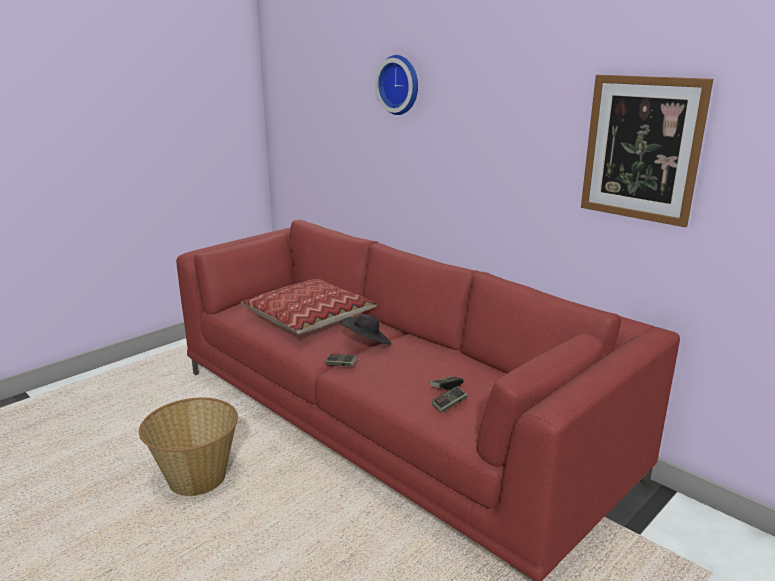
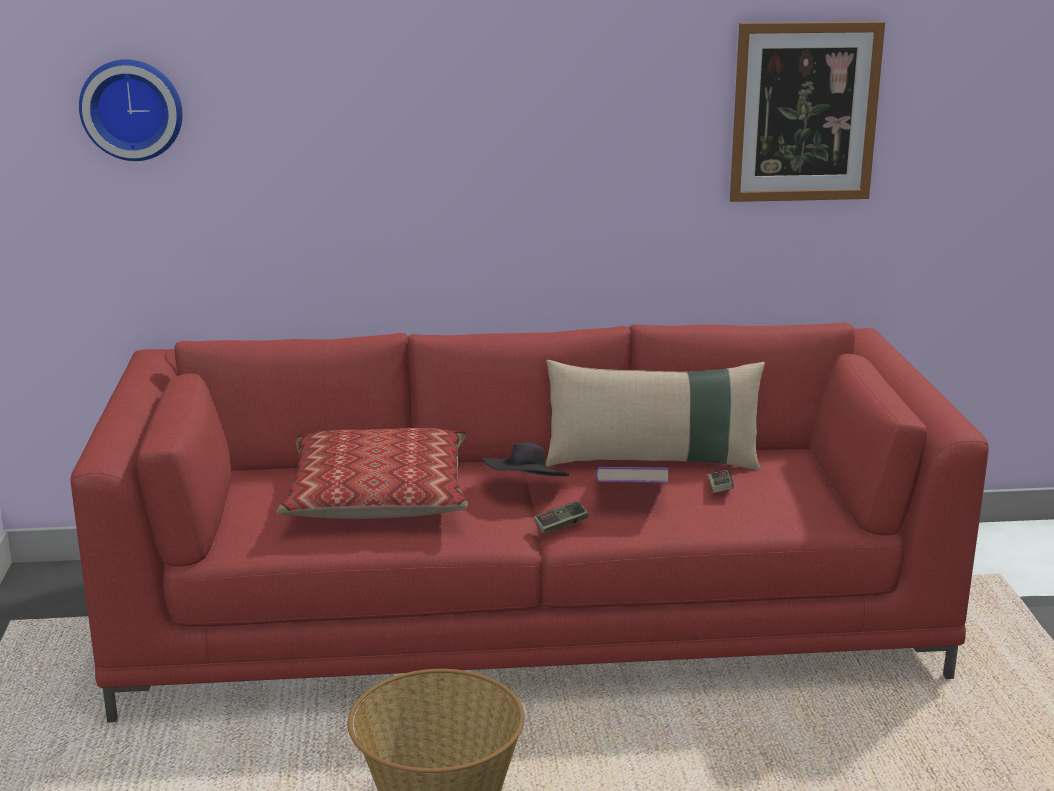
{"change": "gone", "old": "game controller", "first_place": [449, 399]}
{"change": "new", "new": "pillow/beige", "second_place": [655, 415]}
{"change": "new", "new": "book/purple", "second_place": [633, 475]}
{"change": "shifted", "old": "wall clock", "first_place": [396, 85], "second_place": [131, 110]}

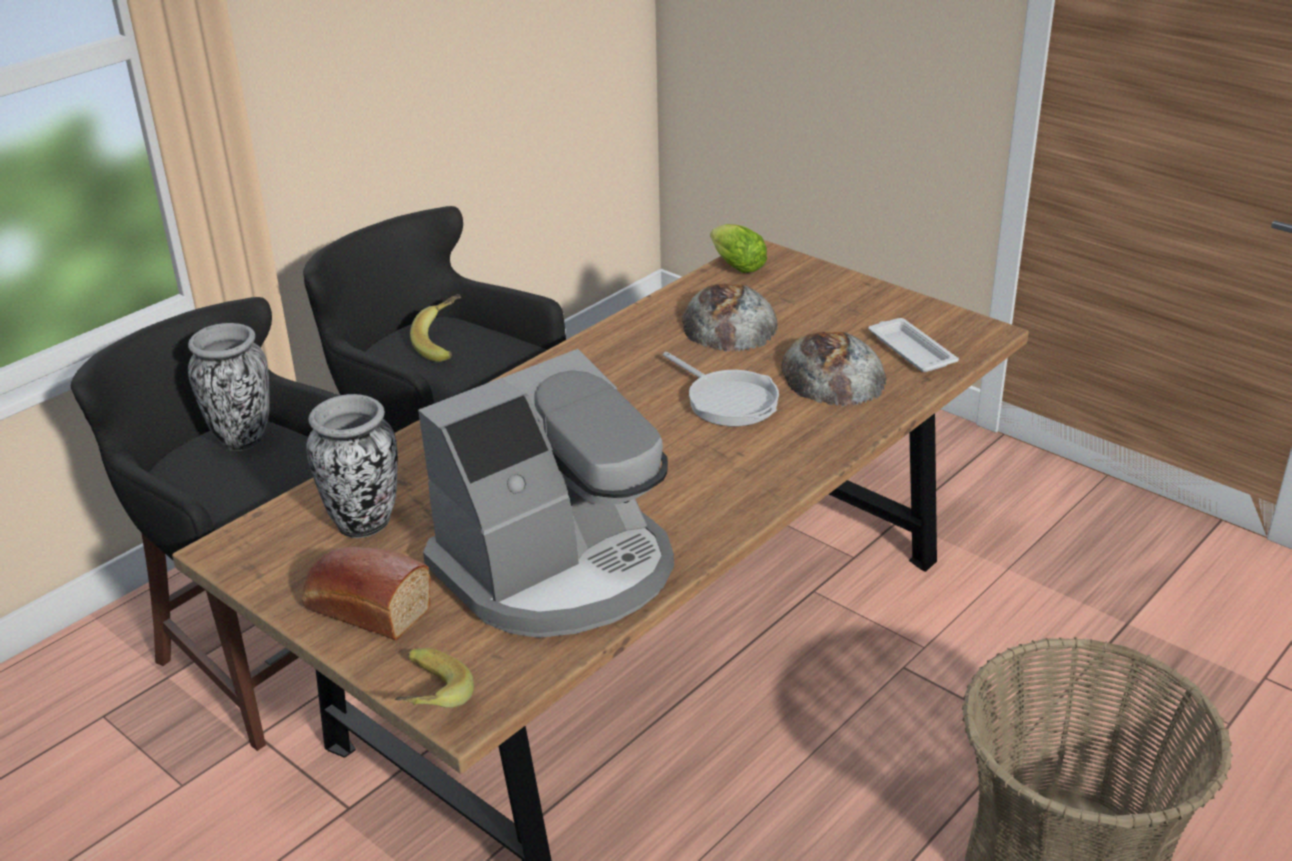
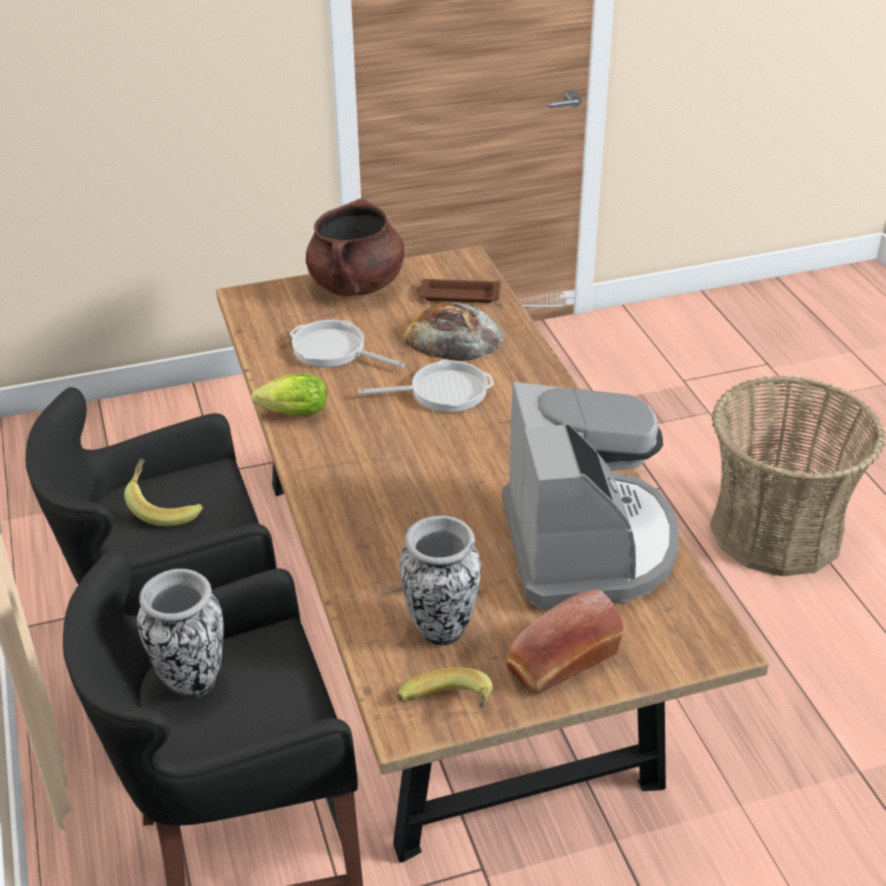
{"change": "new", "new": "cooking pot/brown", "second_place": [355, 247]}
{"change": "shifted", "old": "banana", "first_place": [434, 678], "second_place": [445, 687]}
{"change": "shifted", "old": "lettuce", "first_place": [738, 248], "second_place": [289, 394]}
{"change": "swapped", "old": "bread", "new": "frying pan", "first_place": [730, 318], "second_place": [347, 344]}
{"change": "repainted", "old": "tray/white", "new": "tray/brown", "first_place": [913, 345], "second_place": [458, 291]}

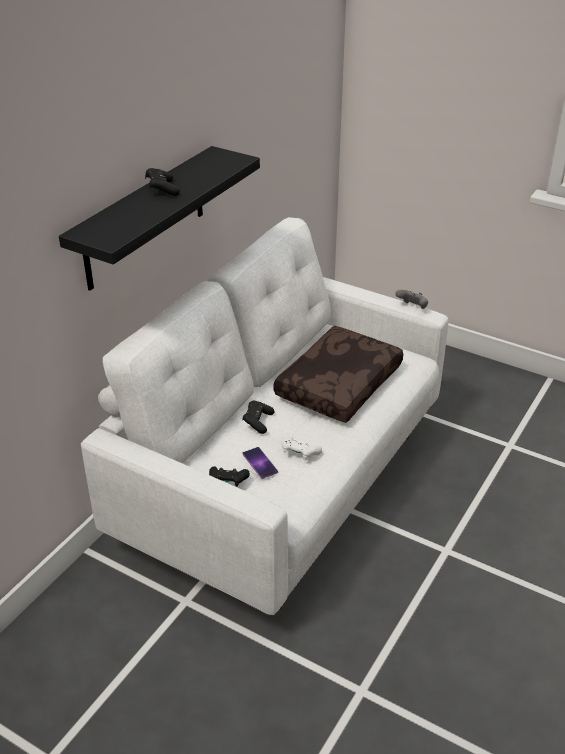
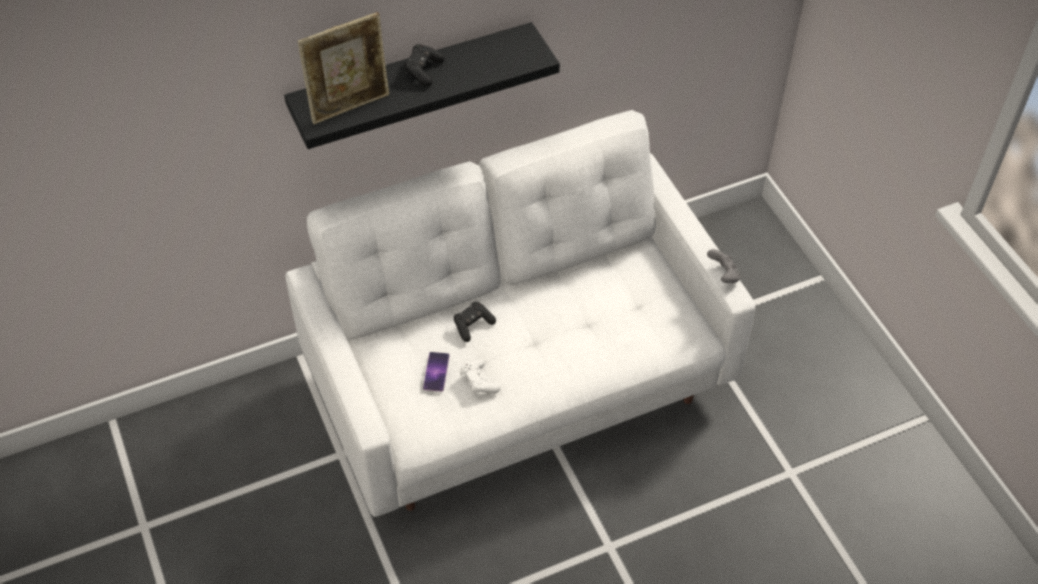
{"change": "gone", "old": "game controller/black", "first_place": [229, 476]}
{"change": "gone", "old": "pillow/brown", "first_place": [338, 374]}
{"change": "new", "new": "picture frame", "second_place": [343, 68]}

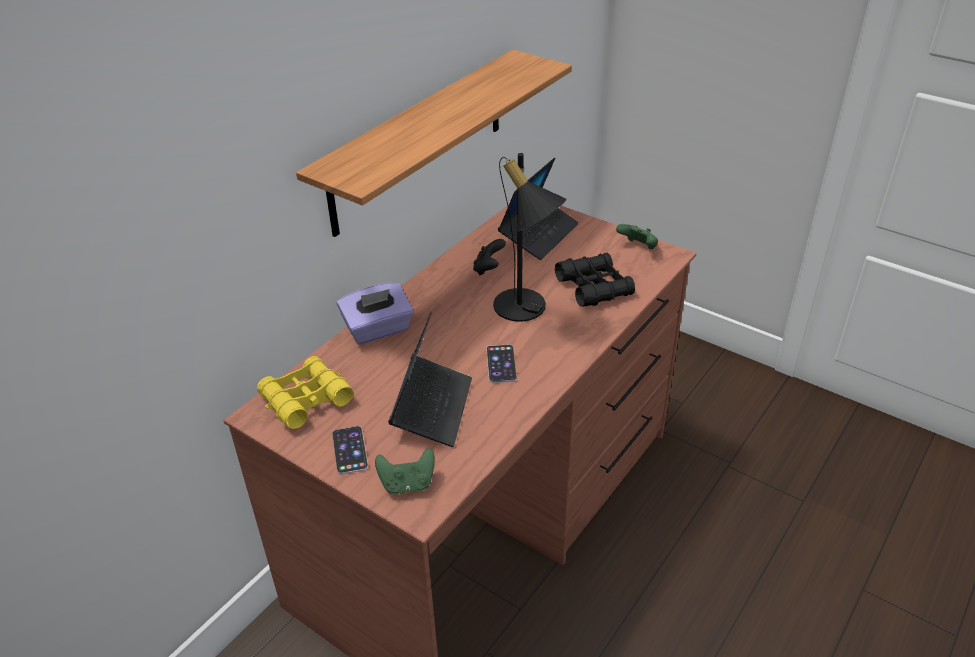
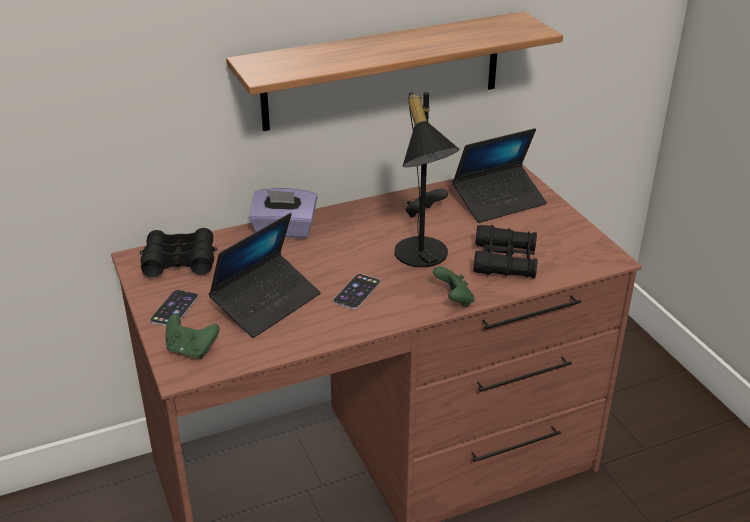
{"change": "shifted", "old": "game controller/green", "first_place": [637, 236], "second_place": [454, 286]}
{"change": "repainted", "old": "binoculars/yellow", "new": "binoculars/black", "first_place": [305, 392], "second_place": [179, 252]}

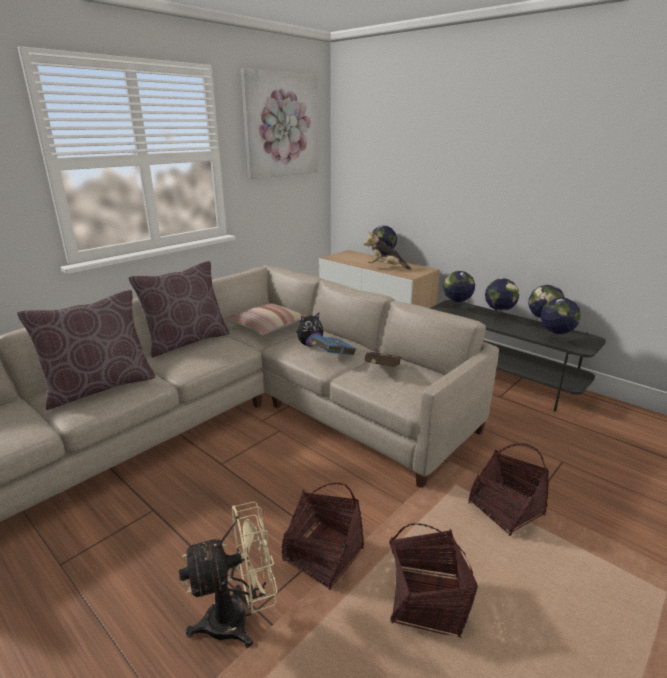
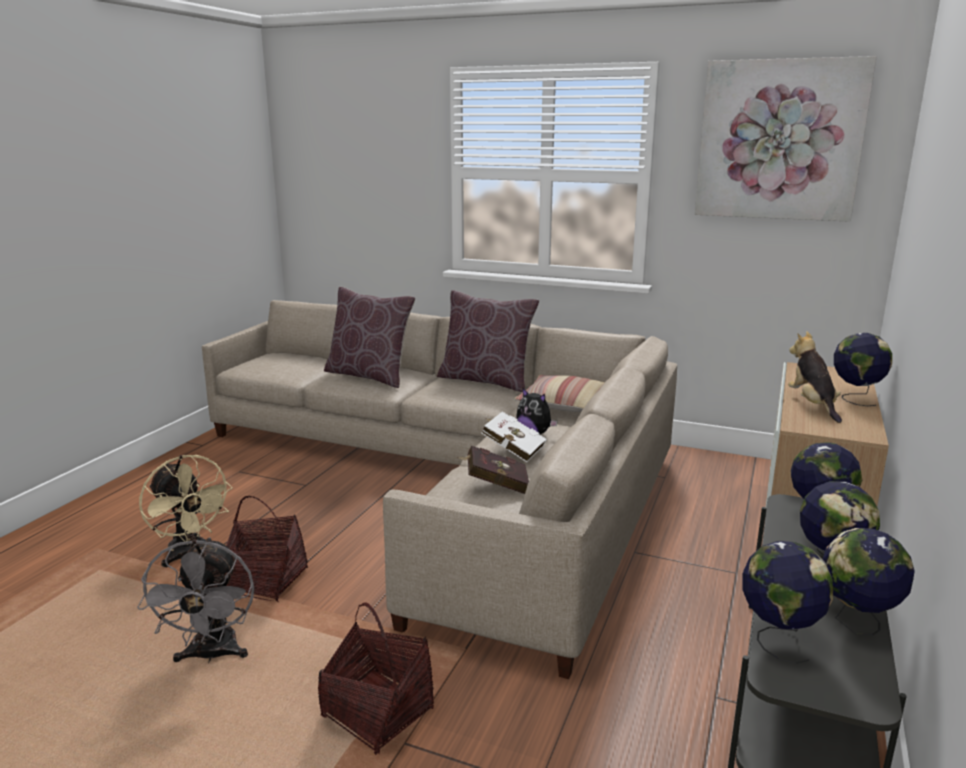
{"change": "swapped", "old": "basket", "new": "fan/grey", "first_place": [433, 580], "second_place": [196, 600]}
{"change": "repainted", "old": "book/blue", "new": "book/white", "first_place": [333, 345], "second_place": [514, 437]}

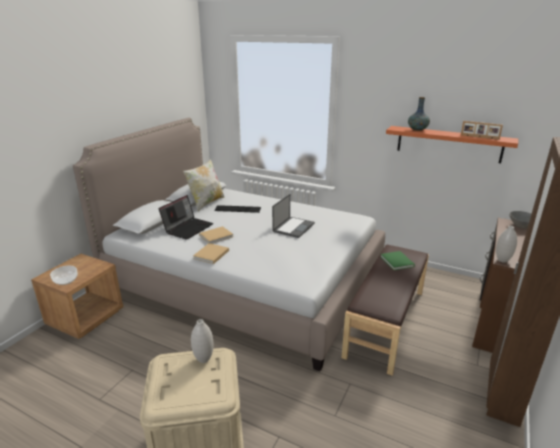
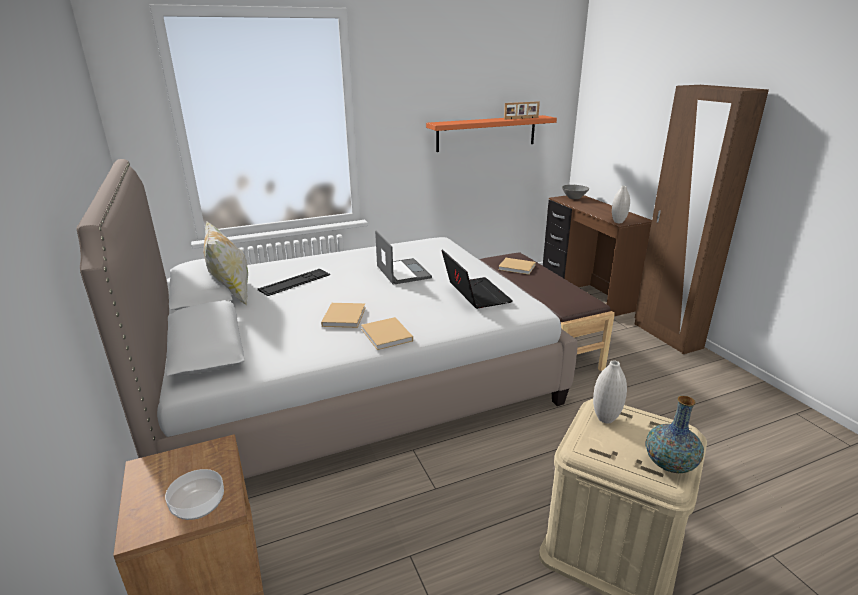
{"change": "shifted", "old": "laptop", "first_place": [186, 217], "second_place": [477, 279]}
{"change": "shifted", "old": "vase", "first_place": [419, 114], "second_place": [675, 434]}
{"change": "repainted", "old": "book/green", "new": "book/beige", "first_place": [397, 260], "second_place": [517, 266]}

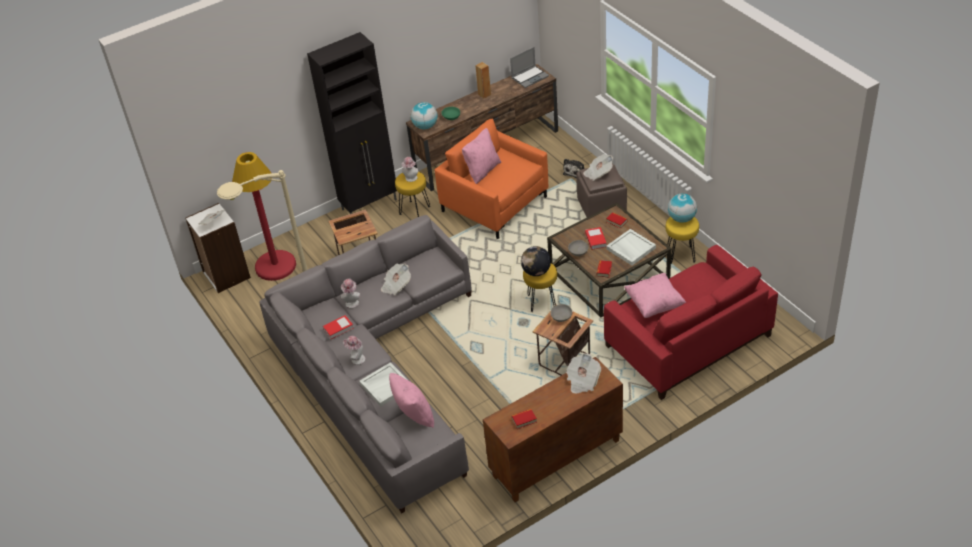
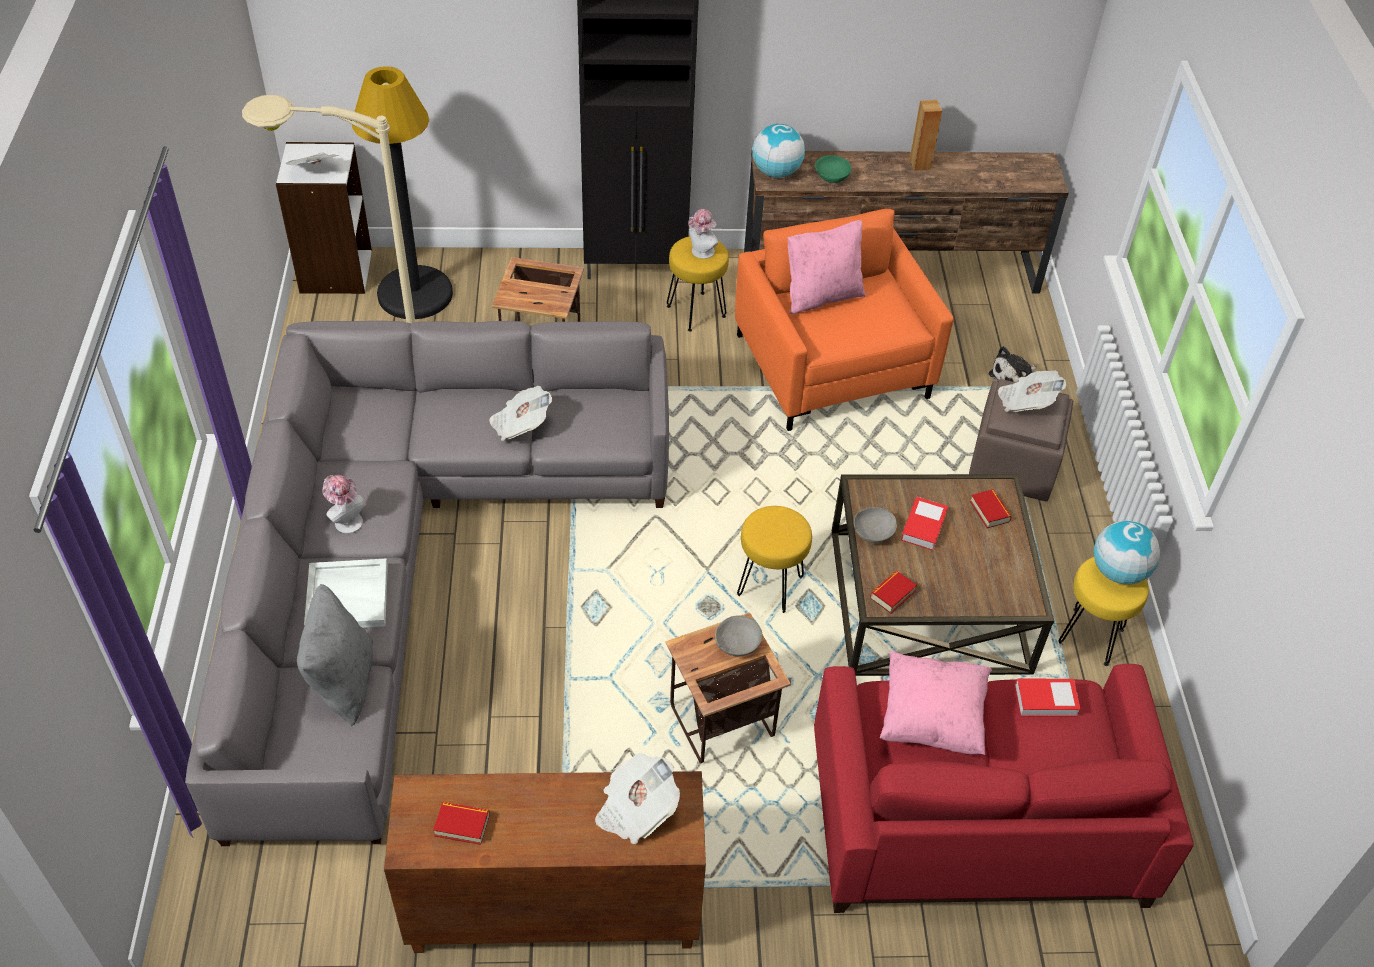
{"change": "gone", "old": "hat", "first_place": [350, 293]}
{"change": "gone", "old": "laptop", "first_place": [529, 67]}
{"change": "gone", "old": "globe", "first_place": [536, 261]}
{"change": "gone", "old": "tray/white", "first_place": [631, 247]}
{"change": "shifted", "old": "book", "first_place": [338, 327], "second_place": [1048, 697]}
{"change": "repainted", "old": "floor lamp/red", "new": "floor lamp/black", "first_place": [264, 216], "second_place": [402, 192]}
{"change": "repainted", "old": "pillow/pink", "new": "pillow/grey", "first_place": [411, 400], "second_place": [335, 655]}

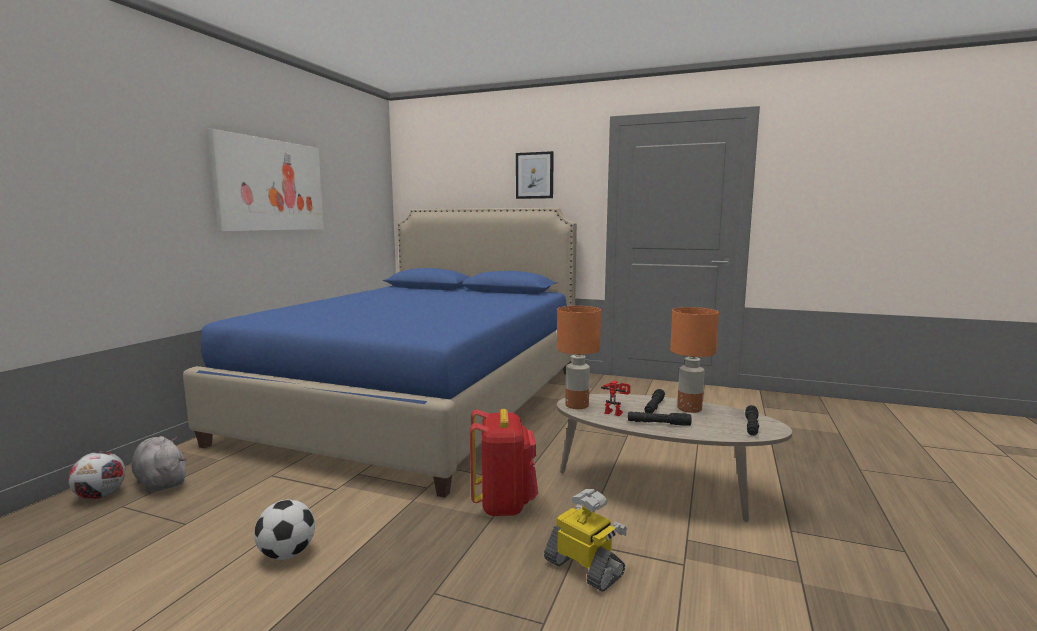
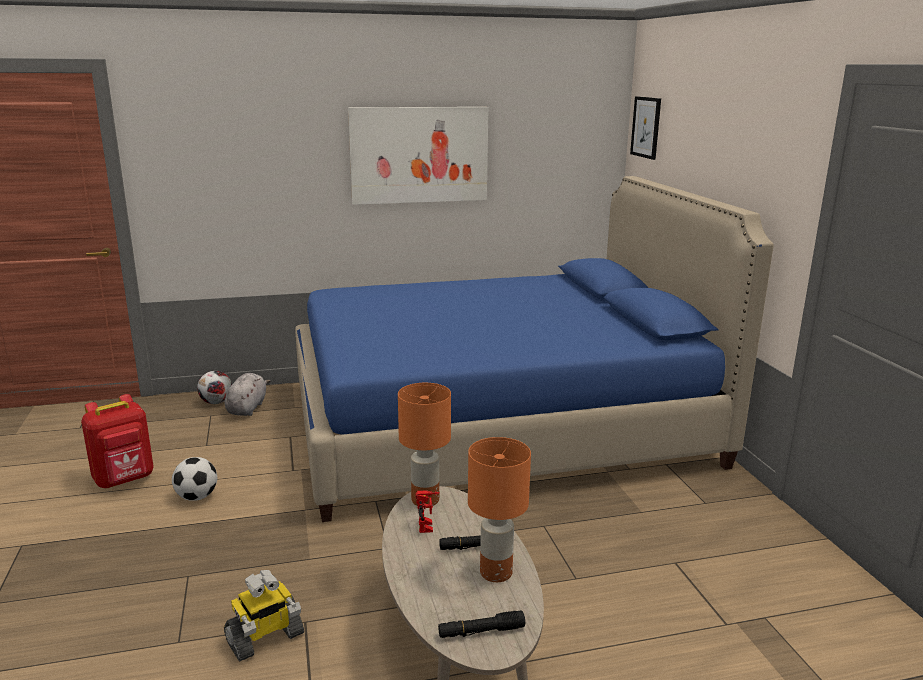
{"change": "gone", "old": "flashlight/black", "first_place": [660, 419]}
{"change": "shifted", "old": "backpack/red", "first_place": [504, 462], "second_place": [117, 441]}
{"change": "shifted", "old": "picture", "first_place": [535, 175], "second_place": [645, 128]}
{"change": "rotated", "old": "toy robot", "first_place": [585, 540], "second_place": [264, 616], "degrees": 45}

